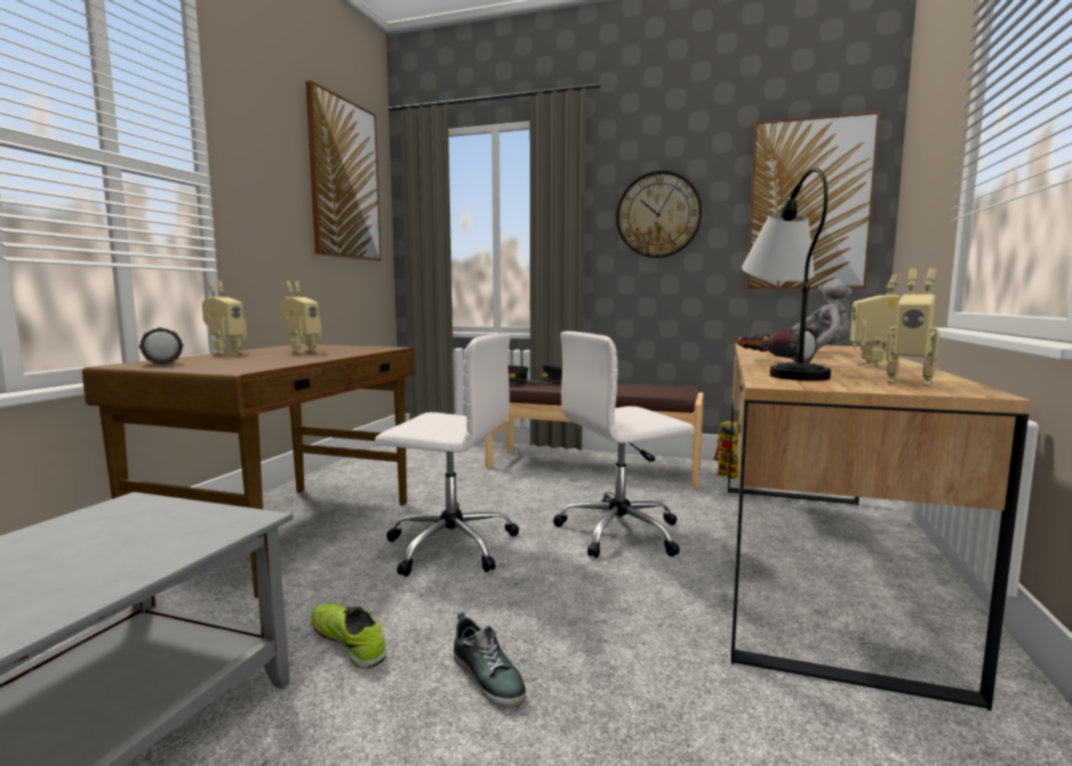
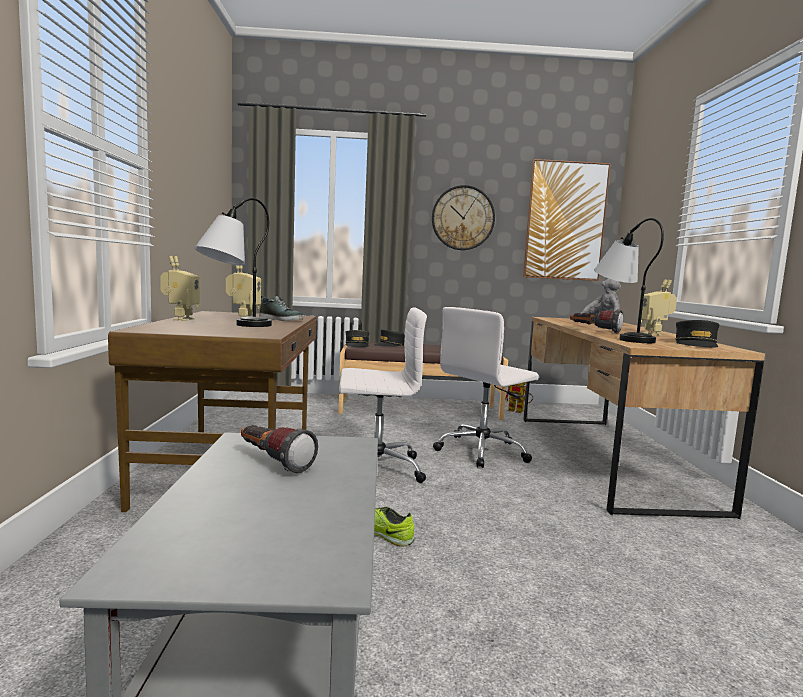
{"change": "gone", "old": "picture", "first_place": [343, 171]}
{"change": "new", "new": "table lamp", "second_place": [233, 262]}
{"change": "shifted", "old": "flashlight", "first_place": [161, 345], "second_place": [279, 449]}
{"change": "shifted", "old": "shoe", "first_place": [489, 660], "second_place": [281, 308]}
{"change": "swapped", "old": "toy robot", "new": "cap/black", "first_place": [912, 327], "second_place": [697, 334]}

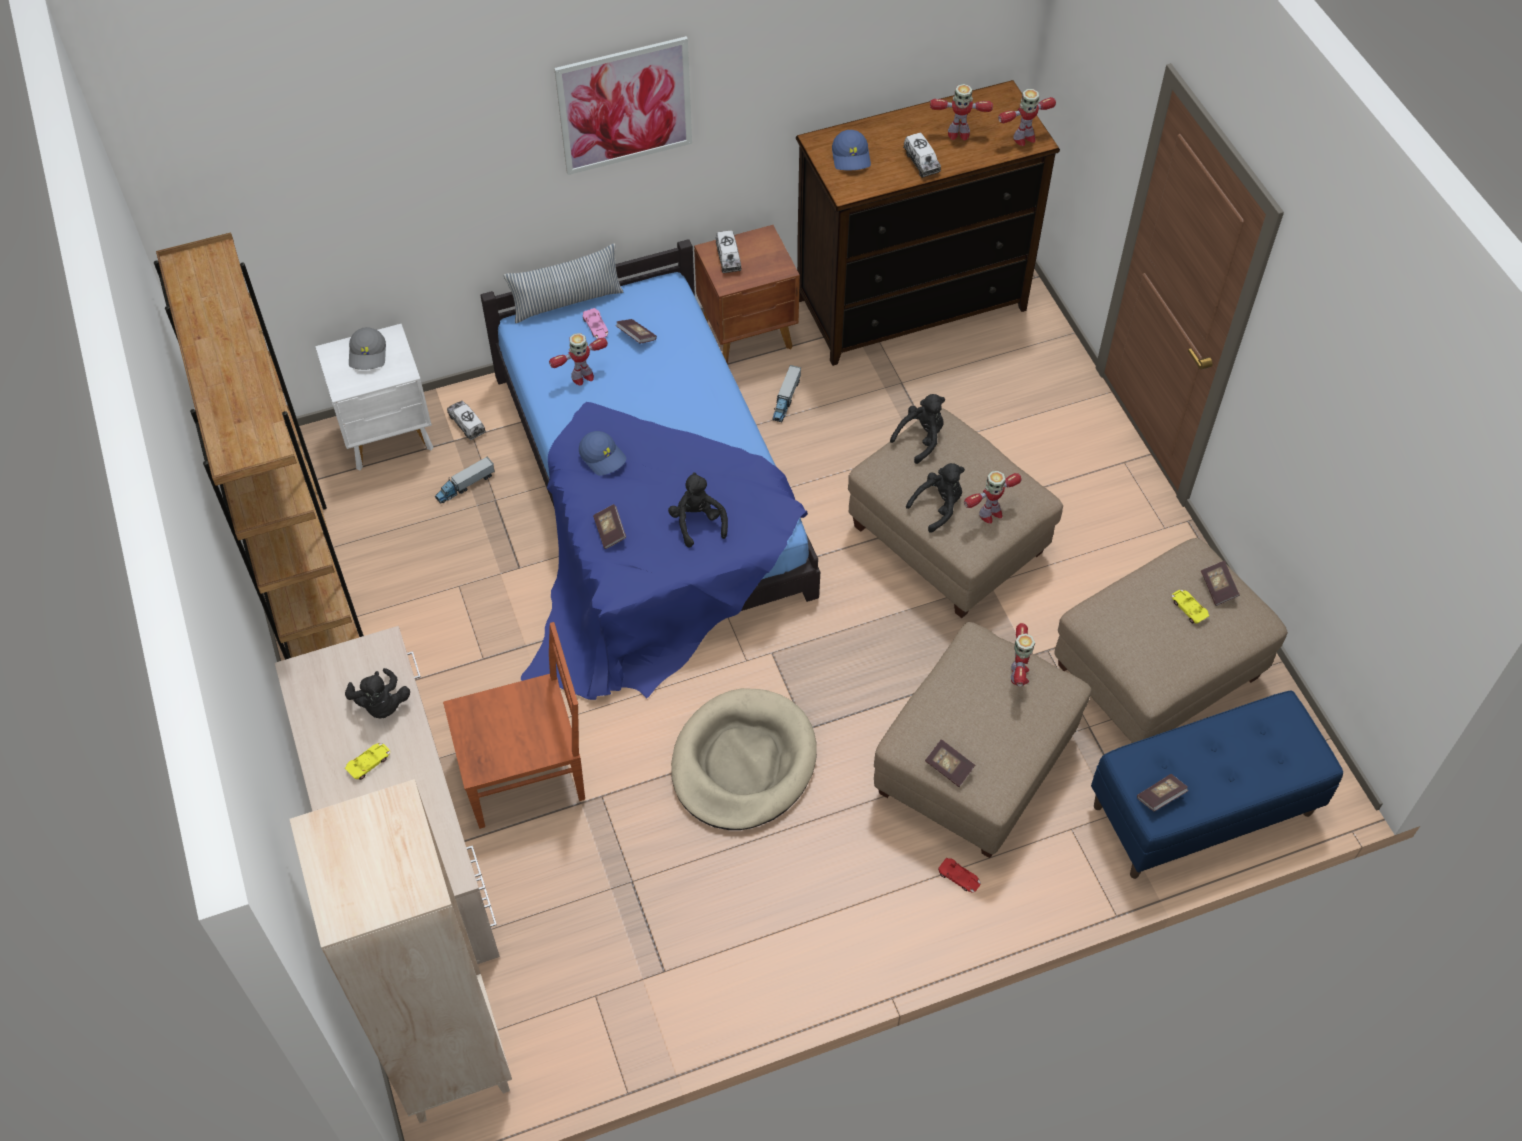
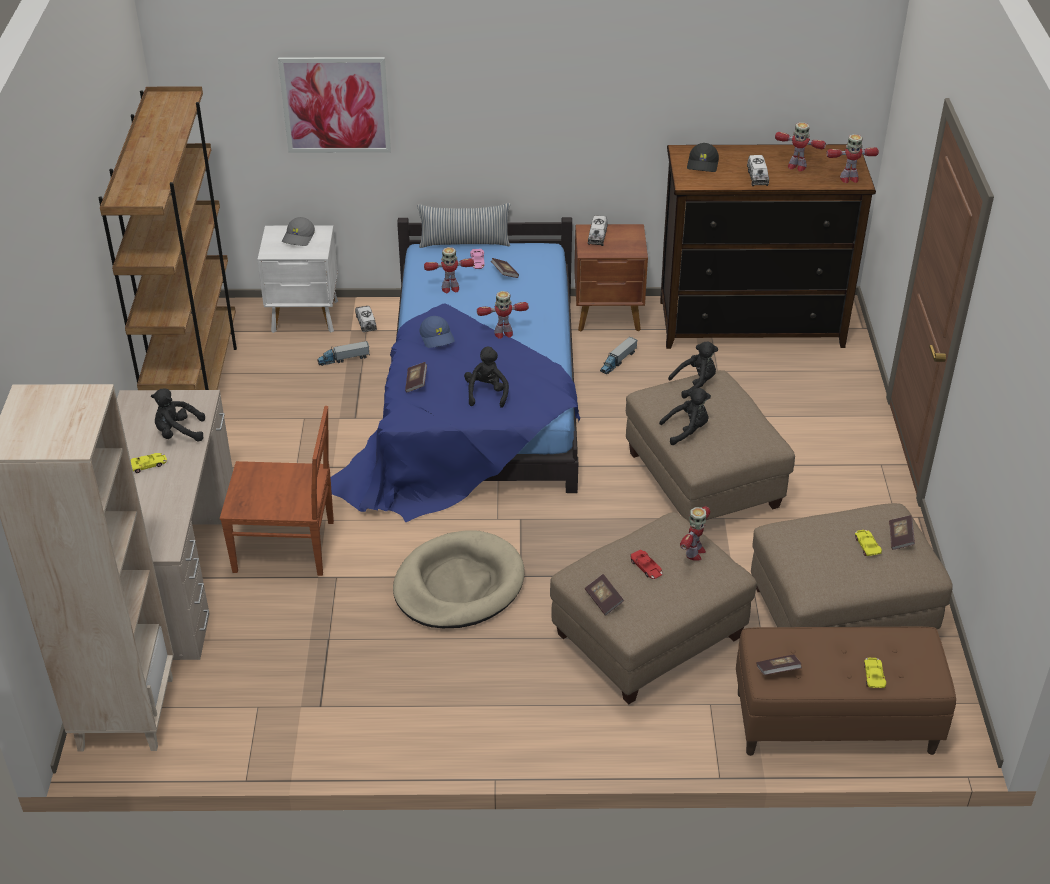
{"change": "new", "new": "toy car/yellow", "second_place": [875, 673]}
{"change": "shifted", "old": "picture", "first_place": [623, 105], "second_place": [334, 105]}
{"change": "shifted", "old": "toy car/red", "first_place": [959, 875], "second_place": [646, 564]}
{"change": "shifted", "old": "toy robot", "first_place": [993, 497], "second_place": [503, 315]}
{"change": "repainted", "old": "cap/blue", "new": "cap/black", "first_place": [851, 150], "second_place": [703, 157]}
{"change": "repainted", "old": "bench/blue", "new": "bench/brown", "first_place": [1217, 785], "second_place": [846, 691]}
{"change": "rotated", "old": "plush toy/black", "first_place": [377, 693], "second_place": [178, 414], "degrees": 90}

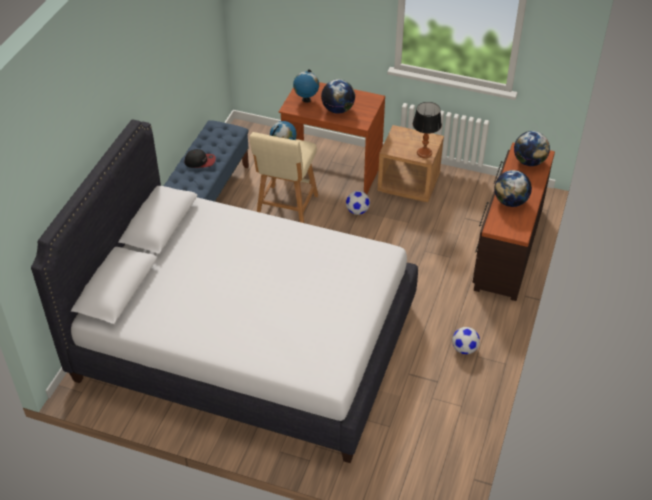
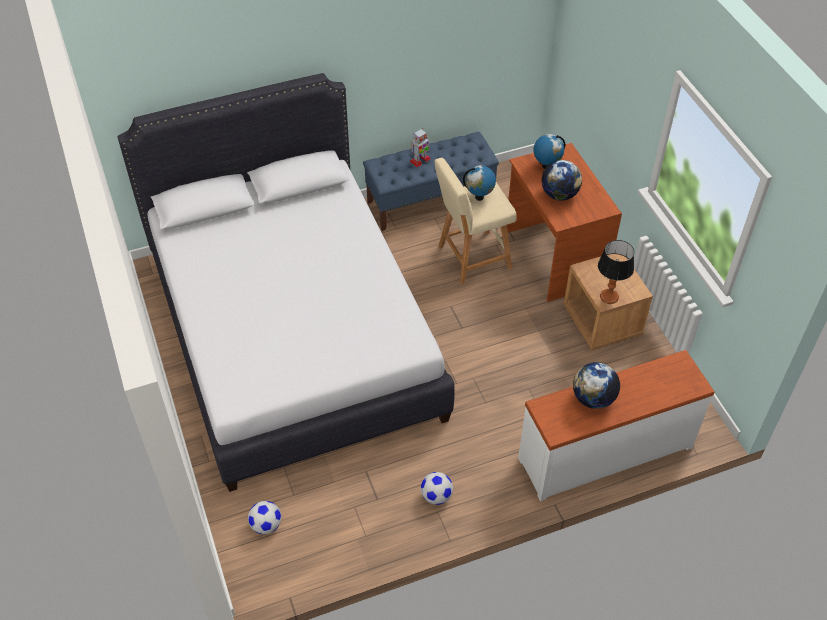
{"change": "gone", "old": "globe", "first_place": [532, 148]}
{"change": "shifted", "old": "football", "first_place": [358, 203], "second_place": [264, 517]}
{"change": "swapped", "old": "cap", "new": "toy robot", "first_place": [200, 158], "second_place": [420, 147]}
{"change": "repainted", "old": "dresser/brown", "new": "dresser/white", "first_place": [514, 222], "second_place": [616, 425]}

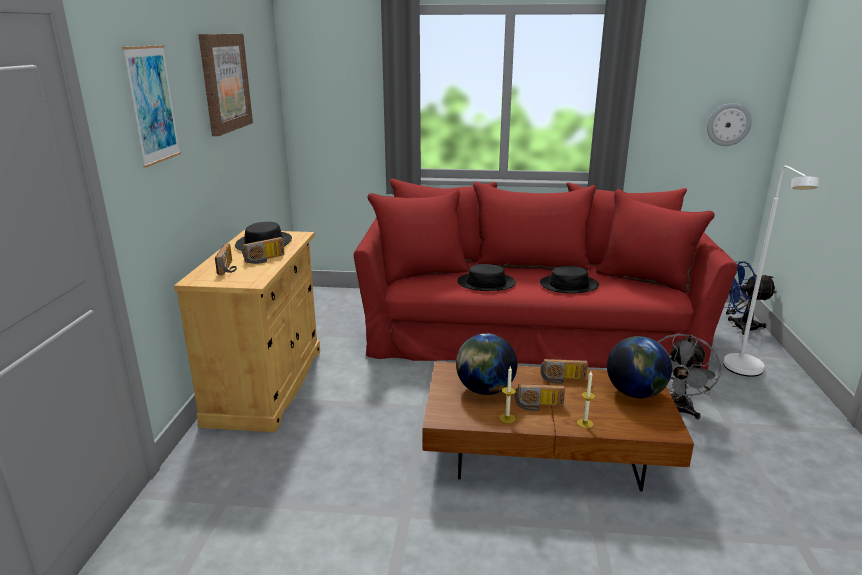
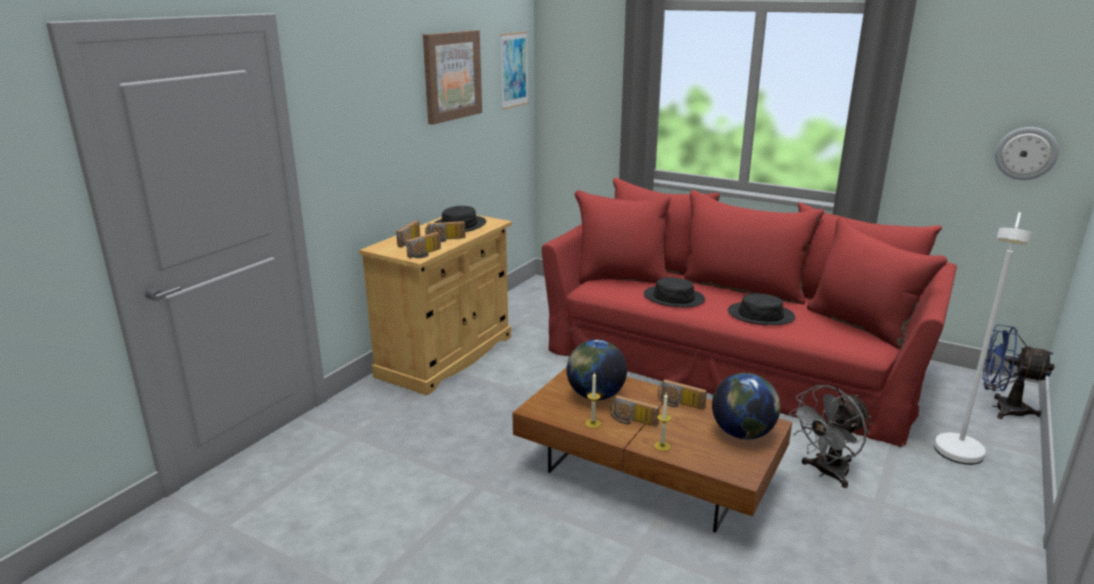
{"change": "new", "new": "radio", "second_place": [423, 245]}
{"change": "shifted", "old": "picture", "first_place": [151, 106], "second_place": [514, 70]}

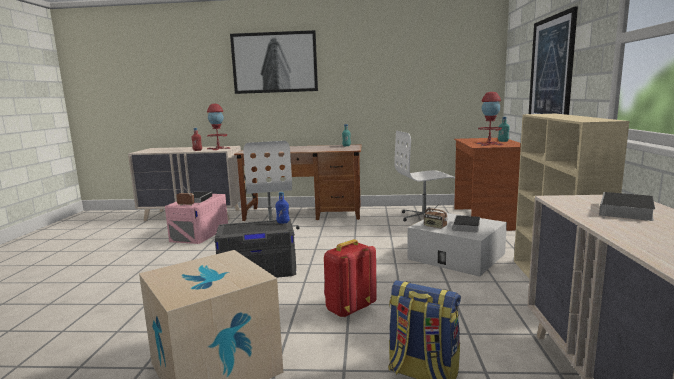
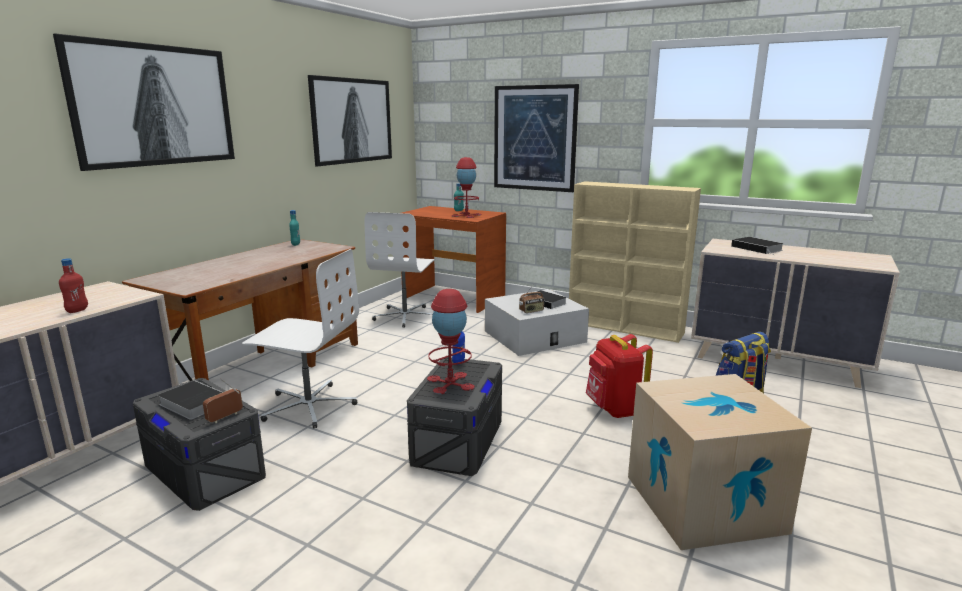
{"change": "new", "new": "picture", "second_place": [350, 120]}
{"change": "shifted", "old": "table lamp/red", "first_place": [218, 127], "second_place": [451, 341]}
{"change": "repainted", "old": "storage box/pink", "new": "storage box/grey", "first_place": [196, 219], "second_place": [199, 444]}

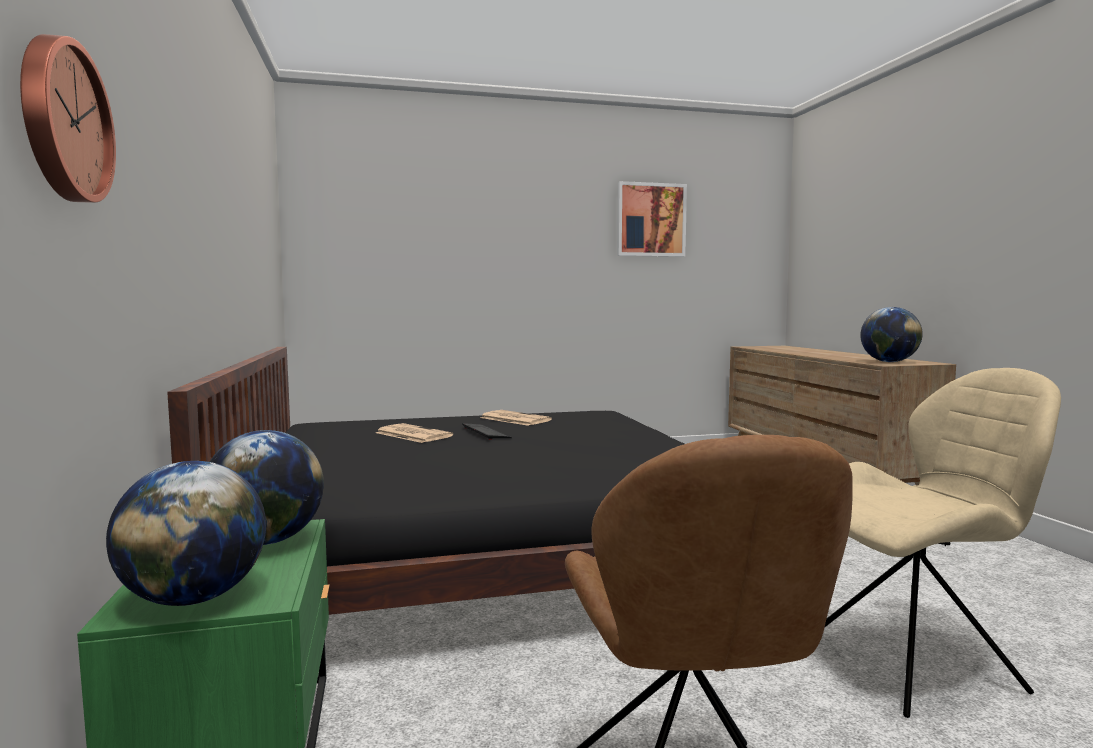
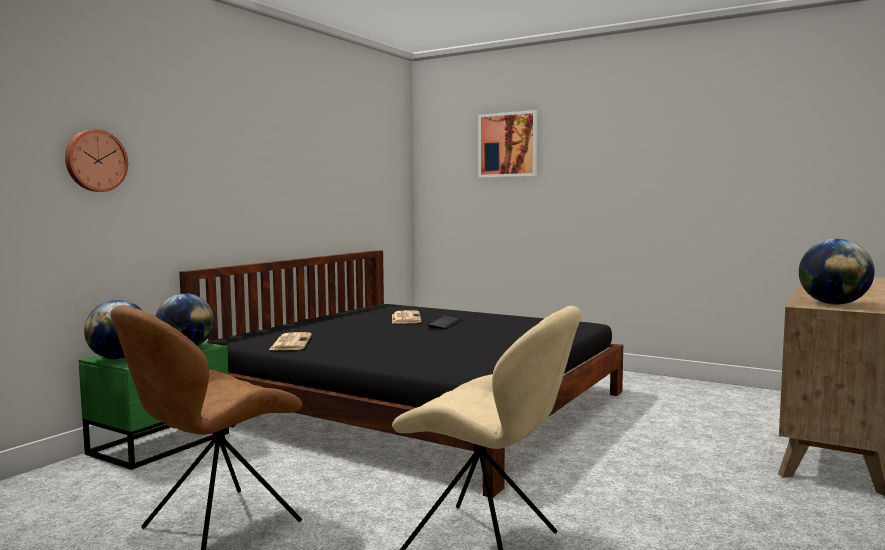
{"change": "shifted", "old": "newspaper", "first_place": [516, 418], "second_place": [290, 341]}
{"change": "shifted", "old": "picture", "first_place": [652, 219], "second_place": [508, 144]}

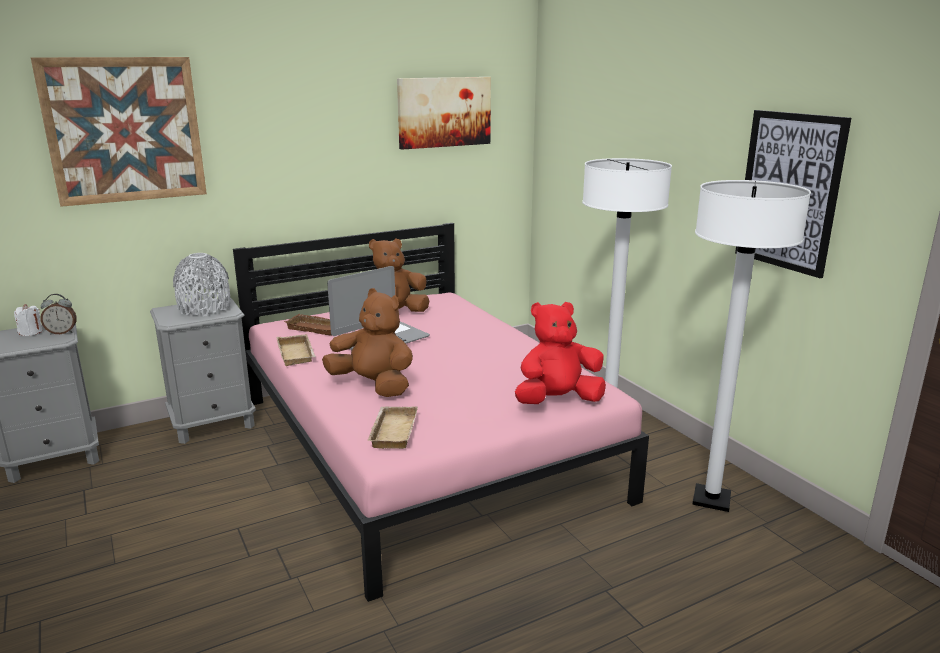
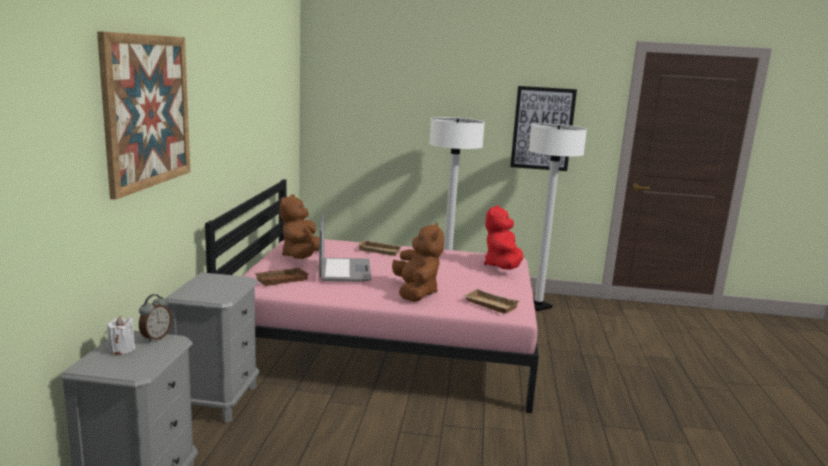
{"change": "gone", "old": "vase/grey", "first_place": [202, 284]}
{"change": "gone", "old": "picture", "first_place": [444, 113]}
{"change": "shifted", "old": "tray/beige", "first_place": [296, 350], "second_place": [380, 248]}
{"change": "rotated", "old": "plush toy/brown", "first_place": [367, 342], "second_place": [418, 262], "degrees": 105}

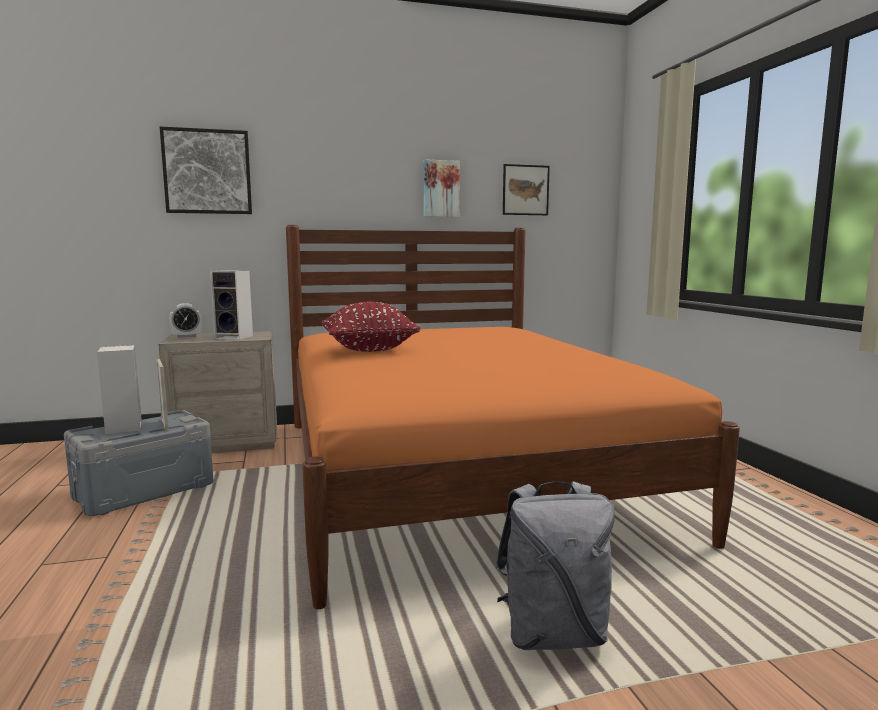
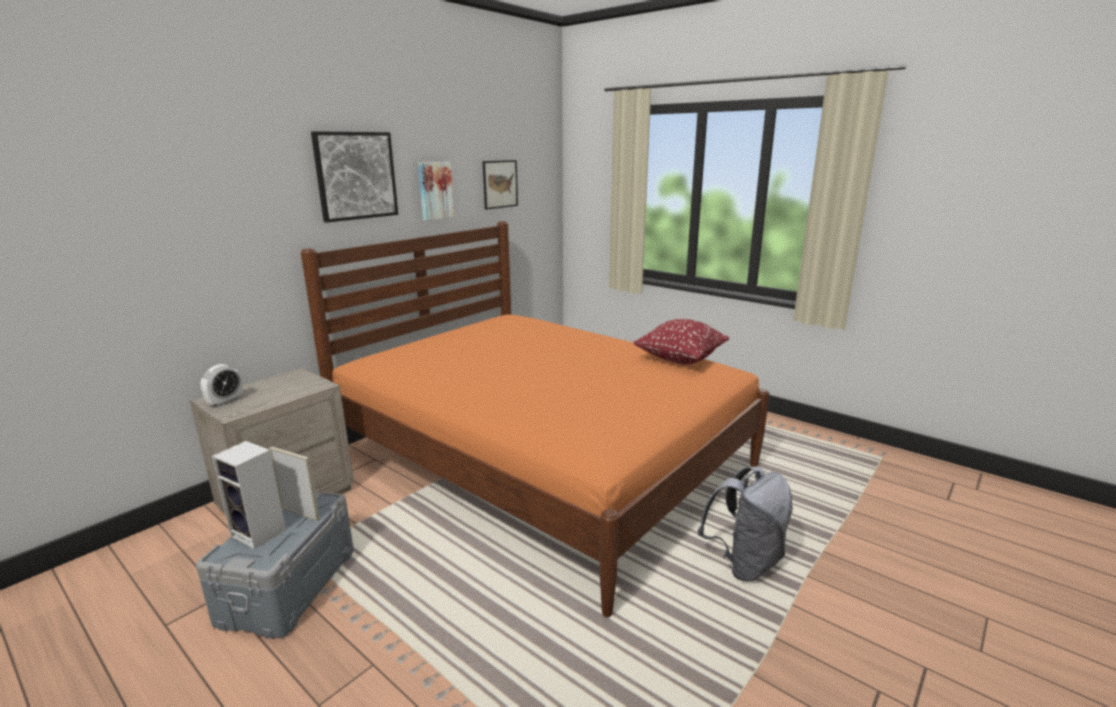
{"change": "gone", "old": "speaker", "first_place": [231, 305]}
{"change": "shifted", "old": "picture", "first_place": [206, 170], "second_place": [354, 177]}
{"change": "shifted", "old": "pillow/red", "first_place": [371, 327], "second_place": [681, 341]}

